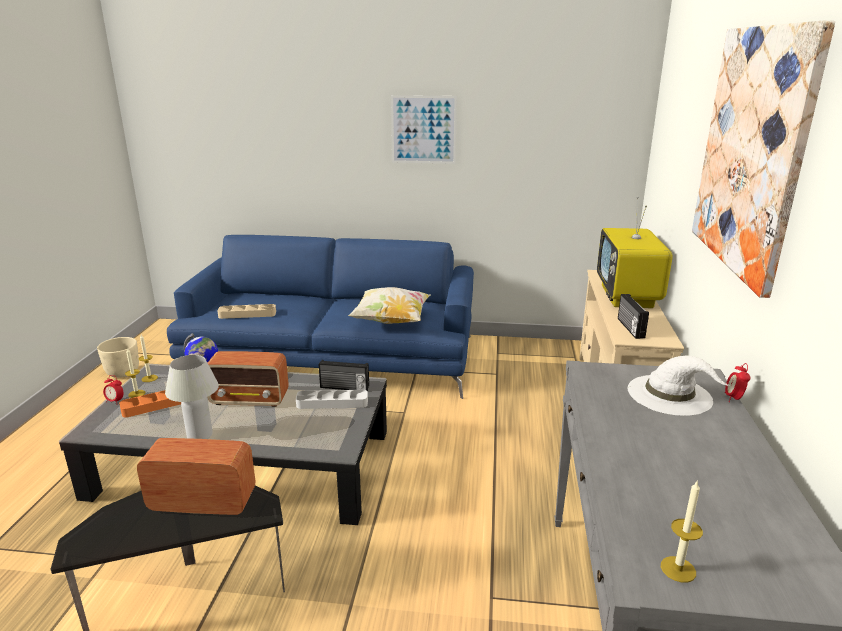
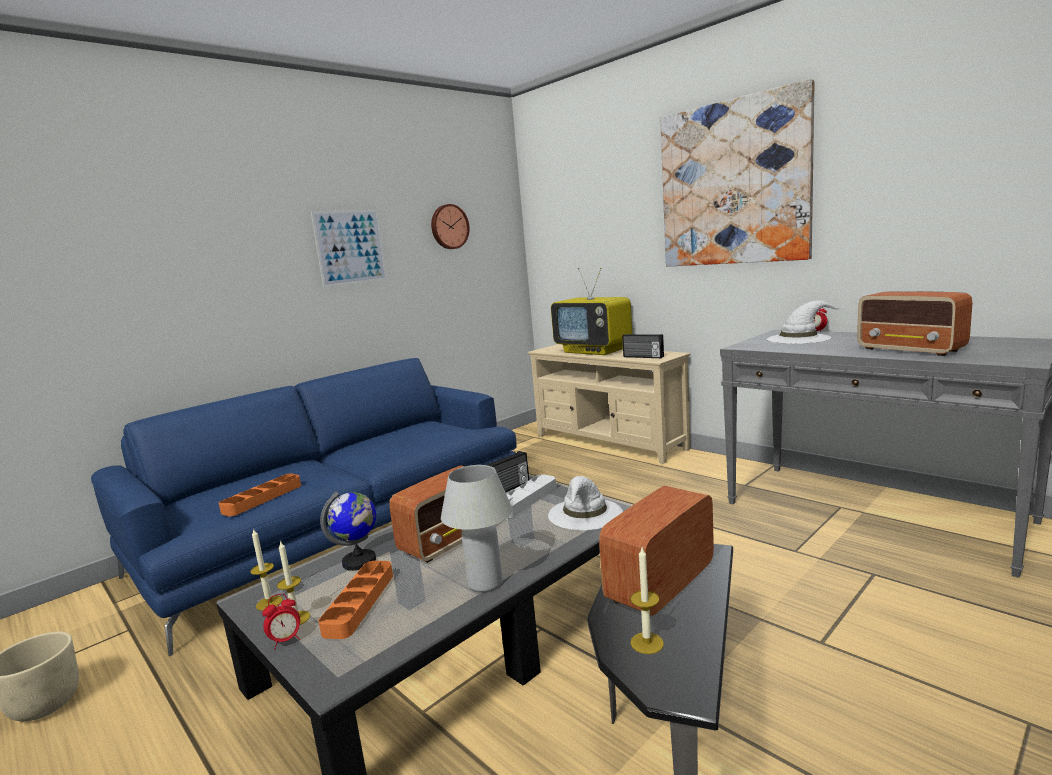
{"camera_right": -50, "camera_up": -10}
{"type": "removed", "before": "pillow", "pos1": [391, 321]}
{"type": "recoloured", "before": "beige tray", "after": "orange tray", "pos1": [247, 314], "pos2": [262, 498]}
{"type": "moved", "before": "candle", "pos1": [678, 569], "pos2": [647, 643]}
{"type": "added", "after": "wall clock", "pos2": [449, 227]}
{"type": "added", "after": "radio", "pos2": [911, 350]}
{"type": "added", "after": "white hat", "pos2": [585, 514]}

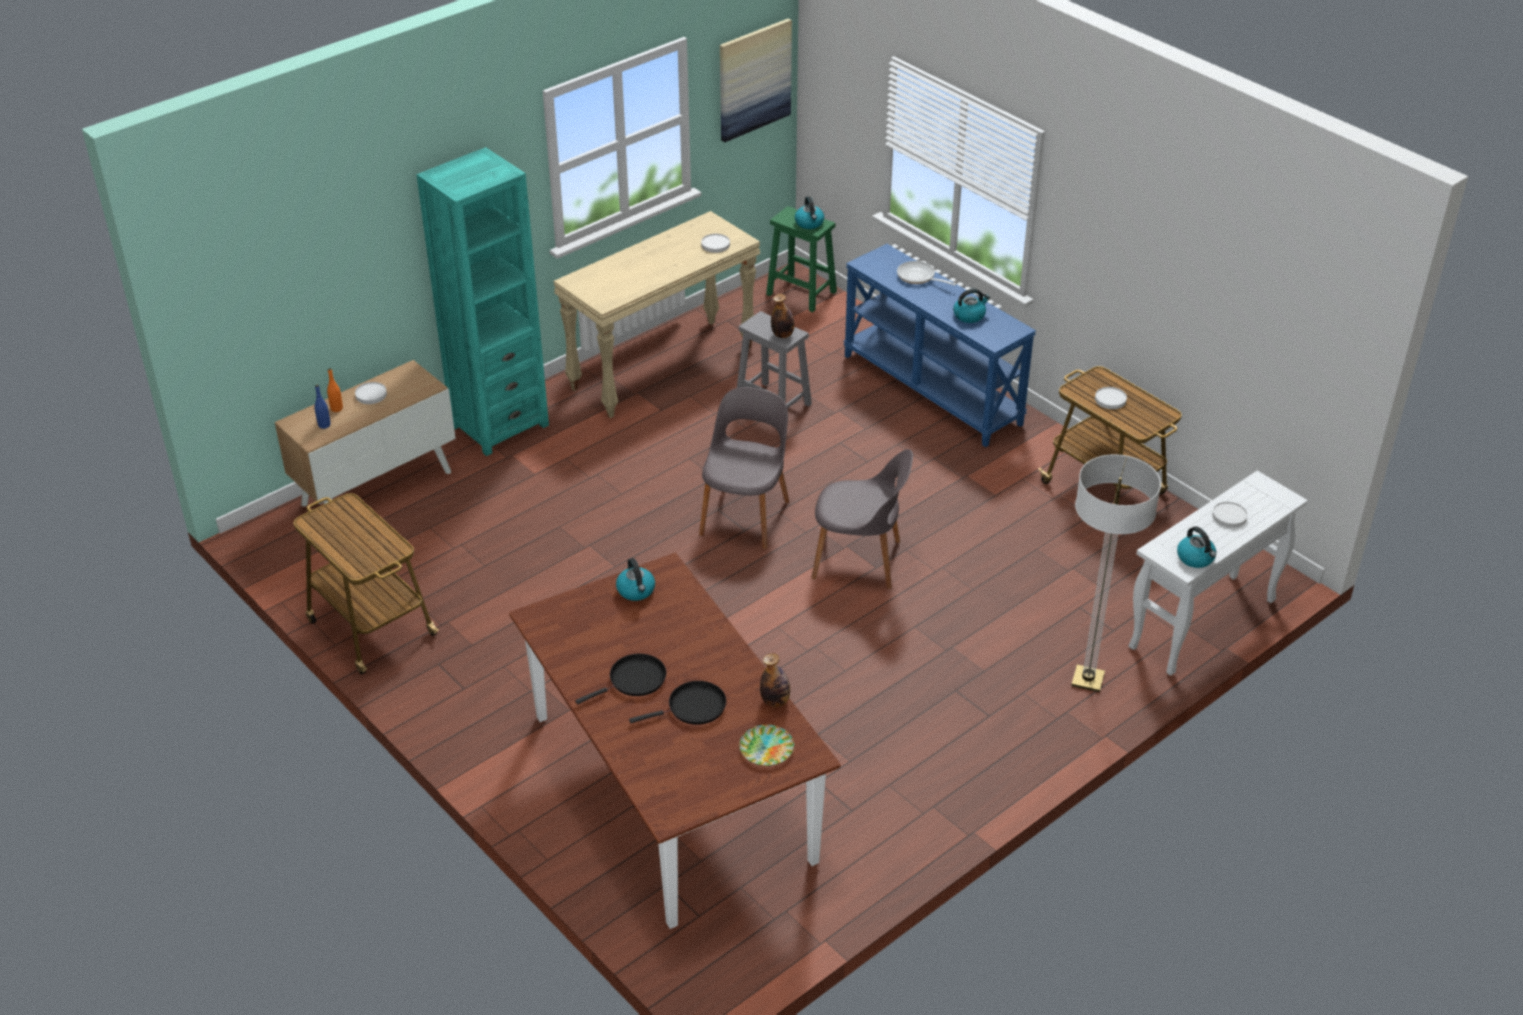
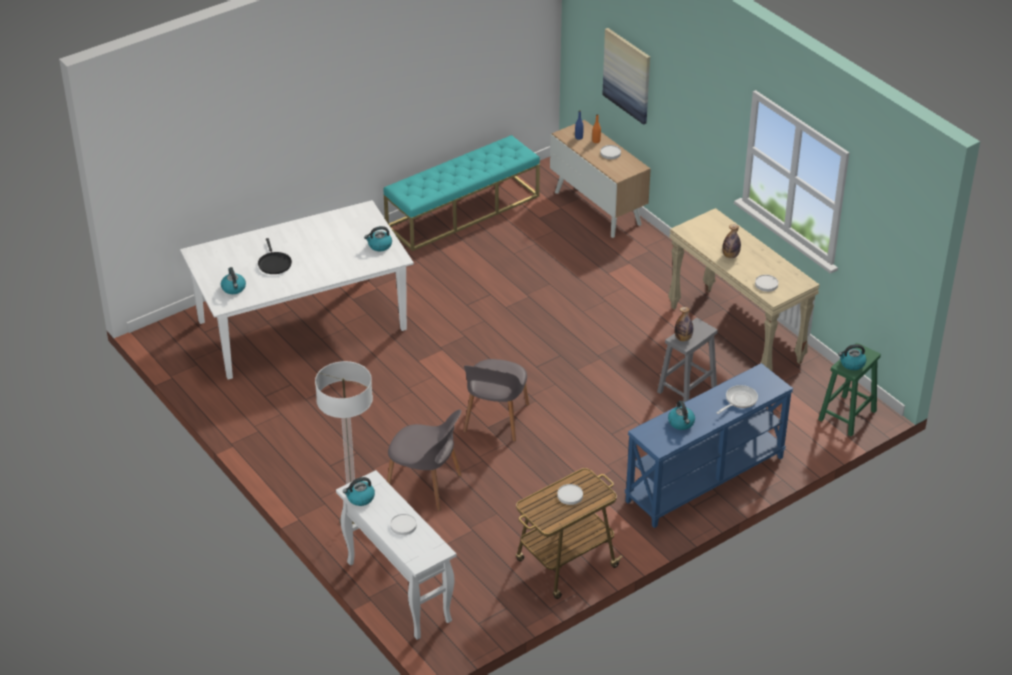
{"camera_right": 95, "camera_up": 0}
{"type": "moved", "before": "picture", "pos1": [754, 79], "pos2": [627, 75]}
{"type": "removed", "before": "turquoise bookcase", "pos1": [499, 425]}
{"type": "moved", "before": "grey chair", "pos1": [745, 516], "pos2": [425, 486]}
{"type": "replaced", "before": "cart", "after": "turquoise bench", "pos1": [370, 626], "pos2": [463, 211]}
{"type": "recoloured", "before": "brown dining table", "after": "white dining table", "pos1": [673, 787], "pos2": [302, 326]}
{"type": "moved", "before": "bottle", "pos1": [775, 701], "pos2": [730, 256]}
{"type": "removed", "before": "black frying pan", "pos1": [634, 680]}
{"type": "replaced", "before": "plate", "after": "kettle", "pos1": [766, 748], "pos2": [234, 288]}

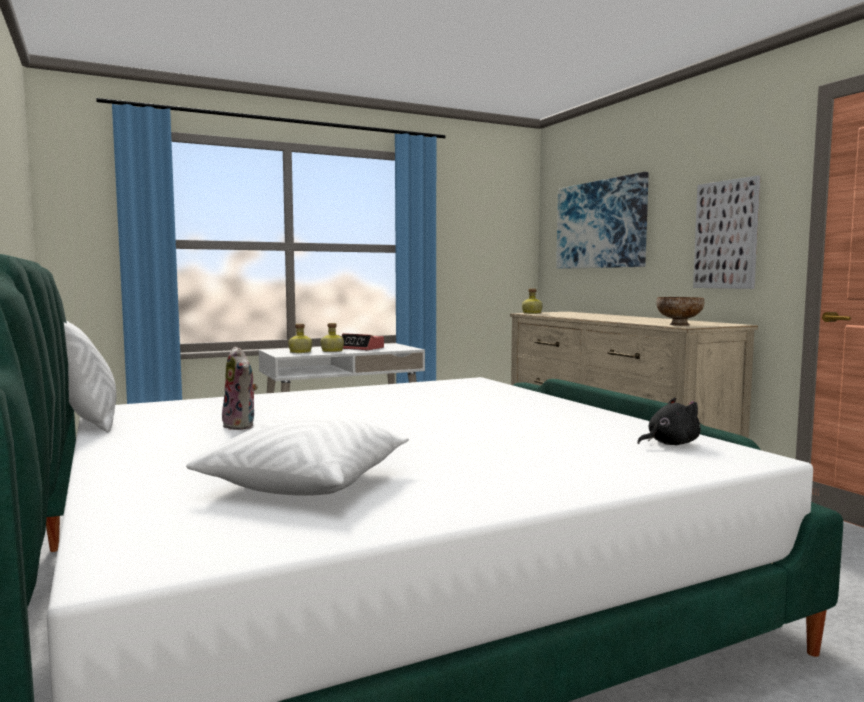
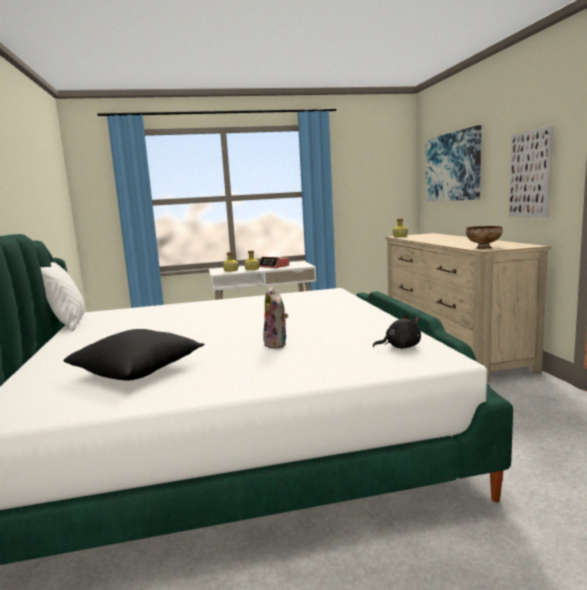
{"camera_right": 15, "camera_up": 5}
{"type": "moved", "before": "plush toy", "pos1": [242, 426], "pos2": [277, 344]}
{"type": "recoloured", "before": "white pillow", "after": "black pillow", "pos1": [306, 482], "pos2": [138, 370]}

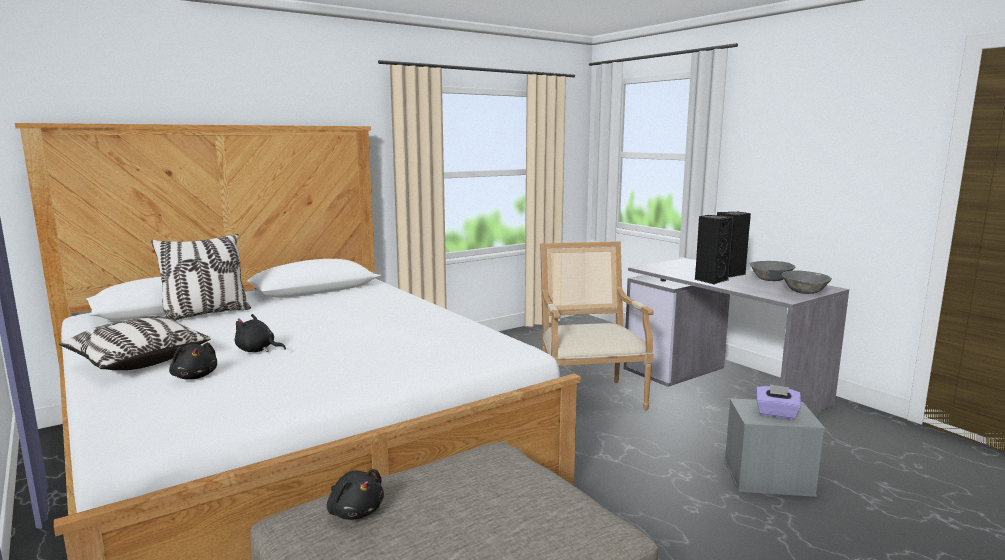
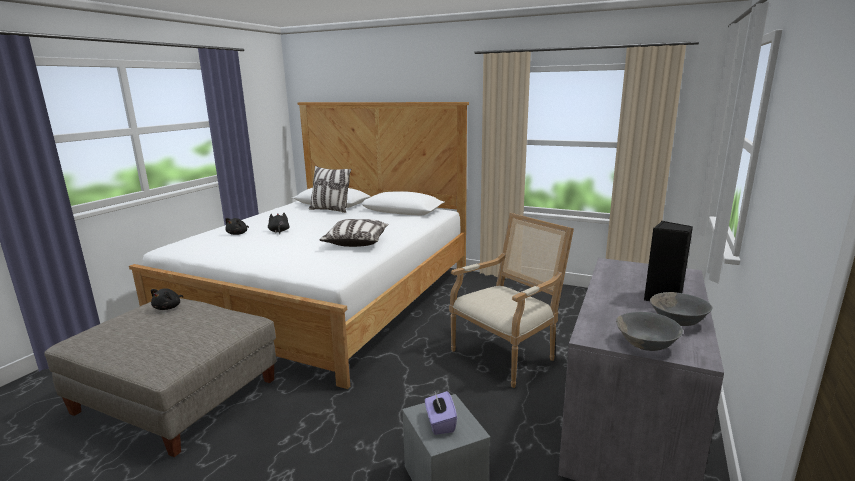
{"camera_right": 60, "camera_up": 5}
{"type": "removed", "before": "black speaker", "pos1": [710, 280]}
{"type": "moved", "before": "pillow", "pos1": [137, 360], "pos2": [356, 242]}

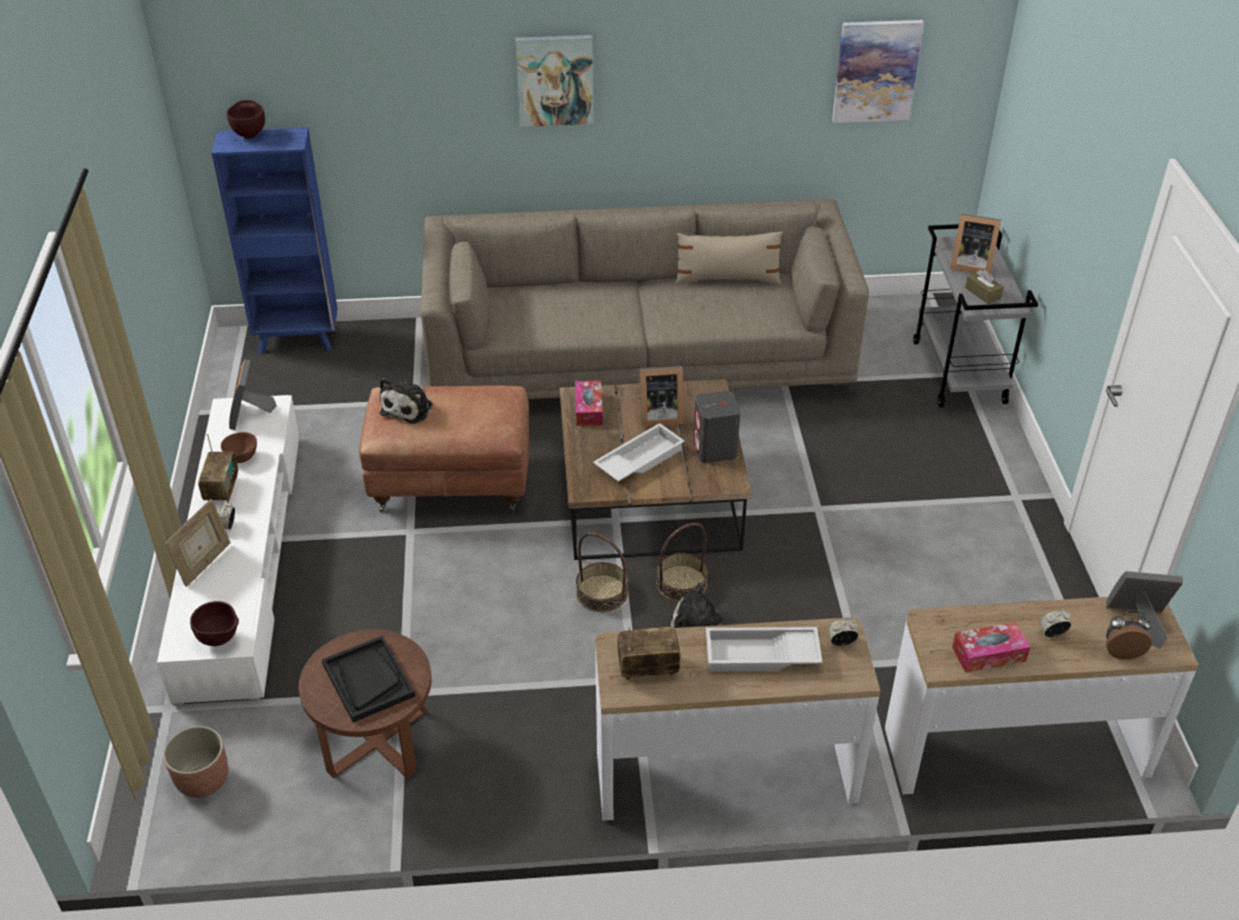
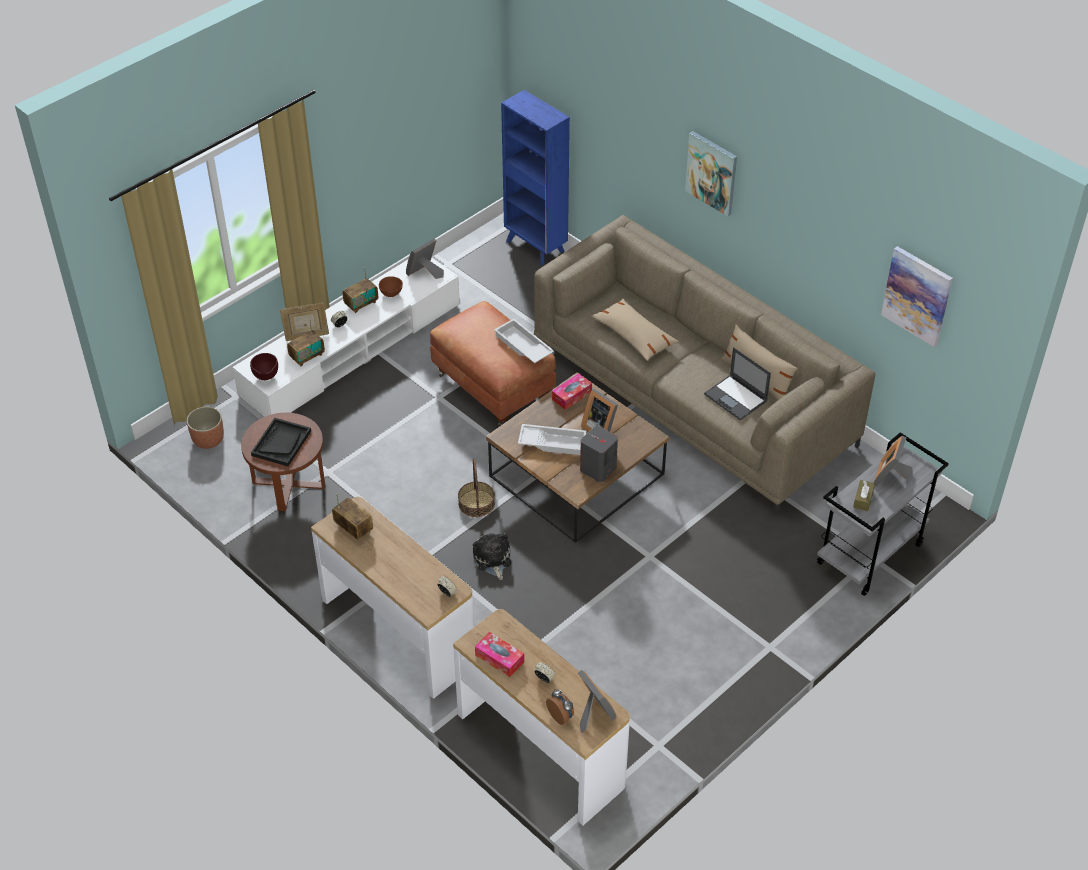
{"camera_right": 50, "camera_up": 5}
{"type": "removed", "before": "brown bowl", "pos1": [249, 134]}
{"type": "turned", "before": "picture frame", "pos1": [969, 264], "pos2": [890, 476], "turn": 45}
{"type": "removed", "before": "plush toy", "pos1": [409, 408]}
{"type": "removed", "before": "basket", "pos1": [681, 583]}
{"type": "moved", "before": "white tray", "pos1": [761, 656], "pos2": [522, 346]}
{"type": "added", "after": "beige pillow", "pos2": [634, 336]}
{"type": "added", "after": "radio", "pos2": [307, 356]}
{"type": "added", "after": "laptop", "pos2": [736, 398]}

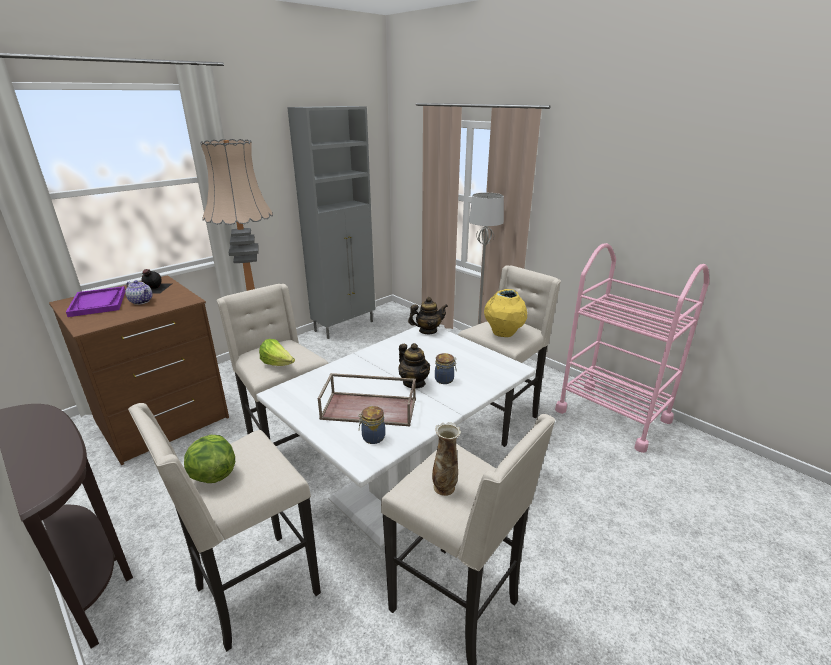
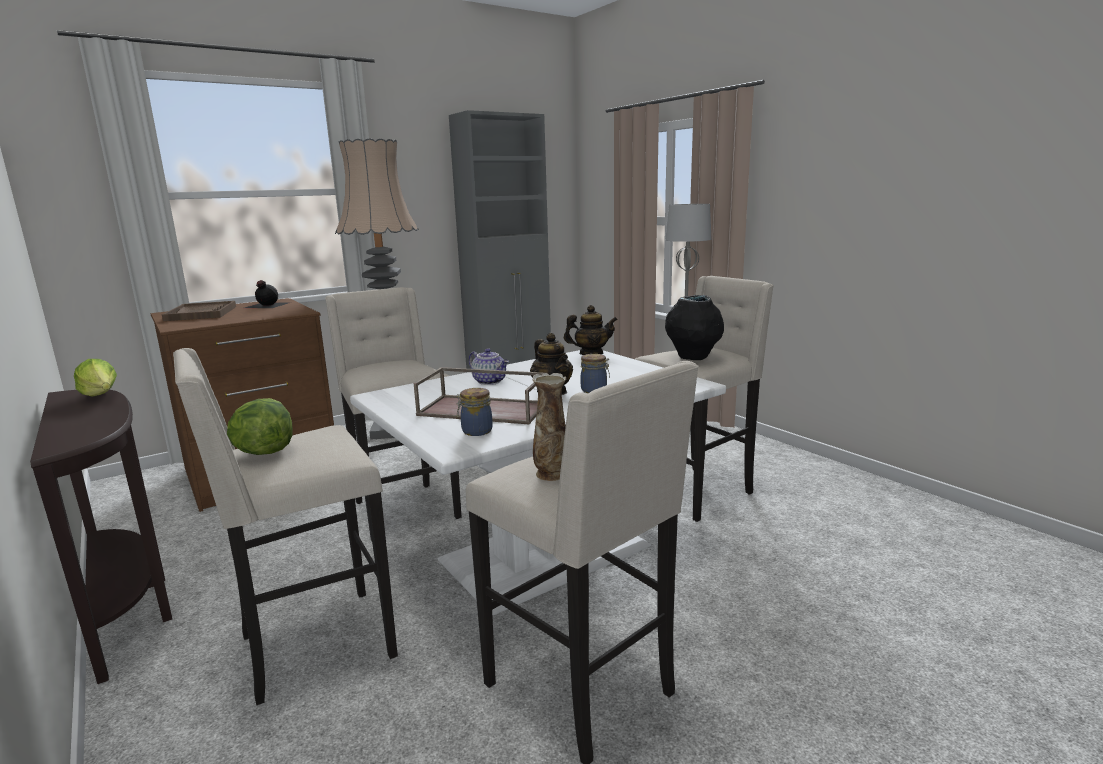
{"camera_right": 10, "camera_up": -10}
{"type": "removed", "before": "pink cart", "pos1": [612, 415]}
{"type": "moved", "before": "teapot", "pos1": [142, 301], "pos2": [490, 381]}
{"type": "recoloured", "before": "purple tray", "after": "brown tray", "pos1": [98, 303], "pos2": [201, 313]}
{"type": "recoloured", "before": "yellow vase", "after": "black vase", "pos1": [503, 334], "pos2": [693, 358]}
{"type": "moved", "before": "lettuce", "pos1": [278, 364], "pos2": [101, 397]}

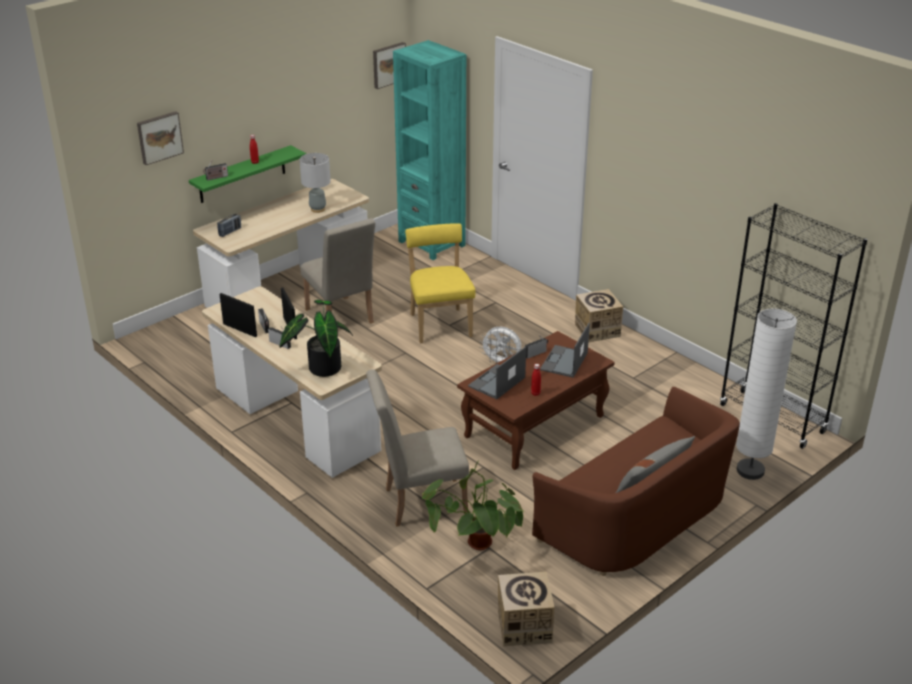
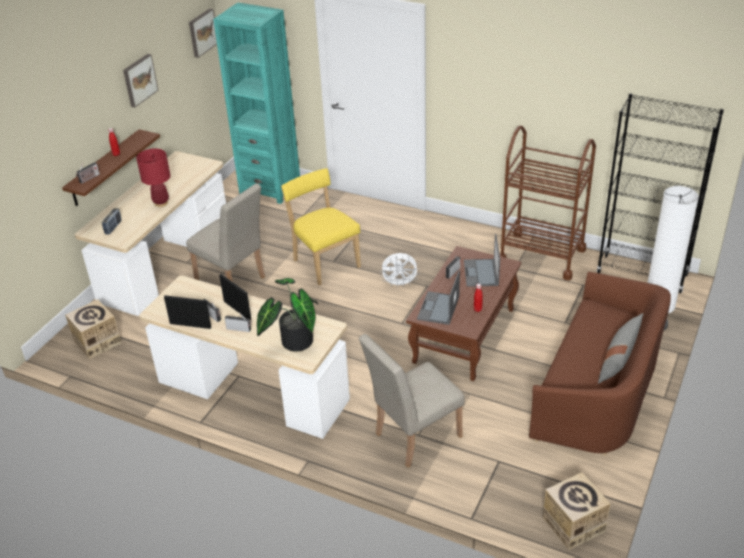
{"camera_right": -20, "camera_up": 5}
{"type": "moved", "before": "picture", "pos1": [159, 137], "pos2": [139, 80]}
{"type": "recoloured", "before": "green shelf", "after": "brown shelf", "pos1": [242, 174], "pos2": [105, 168]}
{"type": "removed", "before": "grey table lamp", "pos1": [317, 209]}
{"type": "moved", "before": "cardboard box", "pos1": [597, 330], "pos2": [97, 342]}
{"type": "removed", "before": "potted plant", "pos1": [475, 551]}
{"type": "added", "after": "brown cart", "pos2": [541, 255]}
{"type": "added", "after": "red table lamp", "pos2": [161, 203]}

